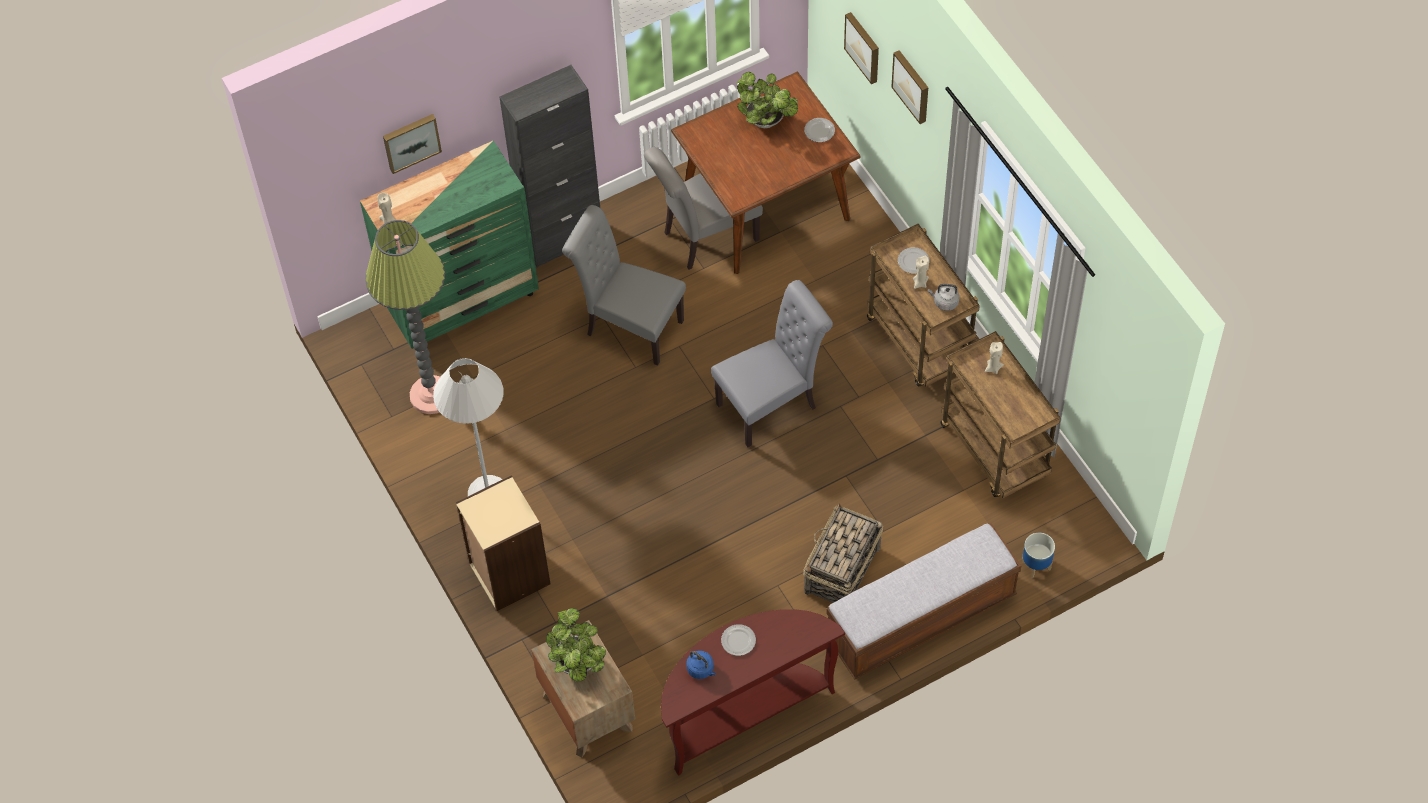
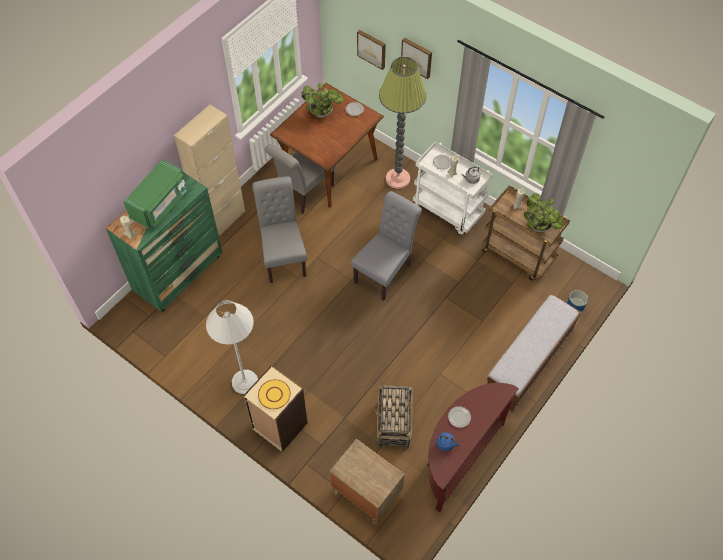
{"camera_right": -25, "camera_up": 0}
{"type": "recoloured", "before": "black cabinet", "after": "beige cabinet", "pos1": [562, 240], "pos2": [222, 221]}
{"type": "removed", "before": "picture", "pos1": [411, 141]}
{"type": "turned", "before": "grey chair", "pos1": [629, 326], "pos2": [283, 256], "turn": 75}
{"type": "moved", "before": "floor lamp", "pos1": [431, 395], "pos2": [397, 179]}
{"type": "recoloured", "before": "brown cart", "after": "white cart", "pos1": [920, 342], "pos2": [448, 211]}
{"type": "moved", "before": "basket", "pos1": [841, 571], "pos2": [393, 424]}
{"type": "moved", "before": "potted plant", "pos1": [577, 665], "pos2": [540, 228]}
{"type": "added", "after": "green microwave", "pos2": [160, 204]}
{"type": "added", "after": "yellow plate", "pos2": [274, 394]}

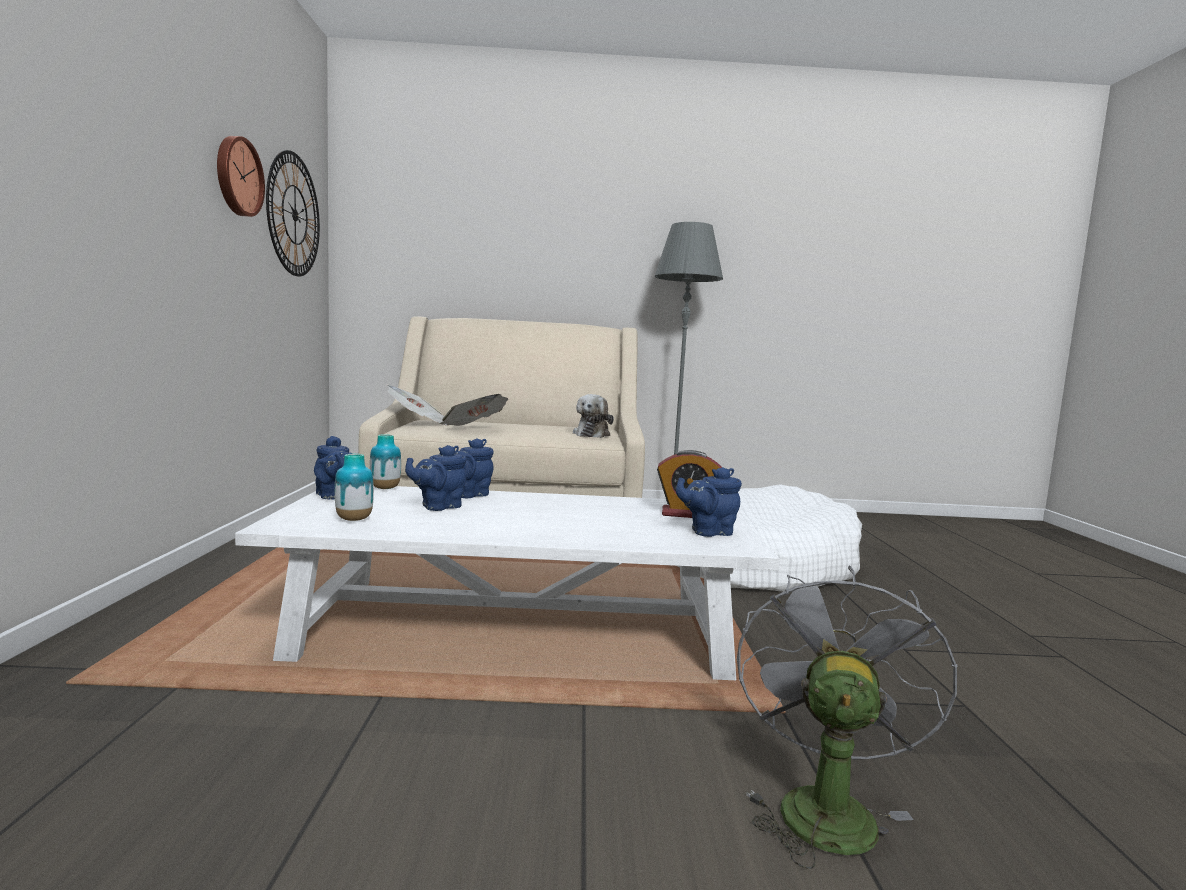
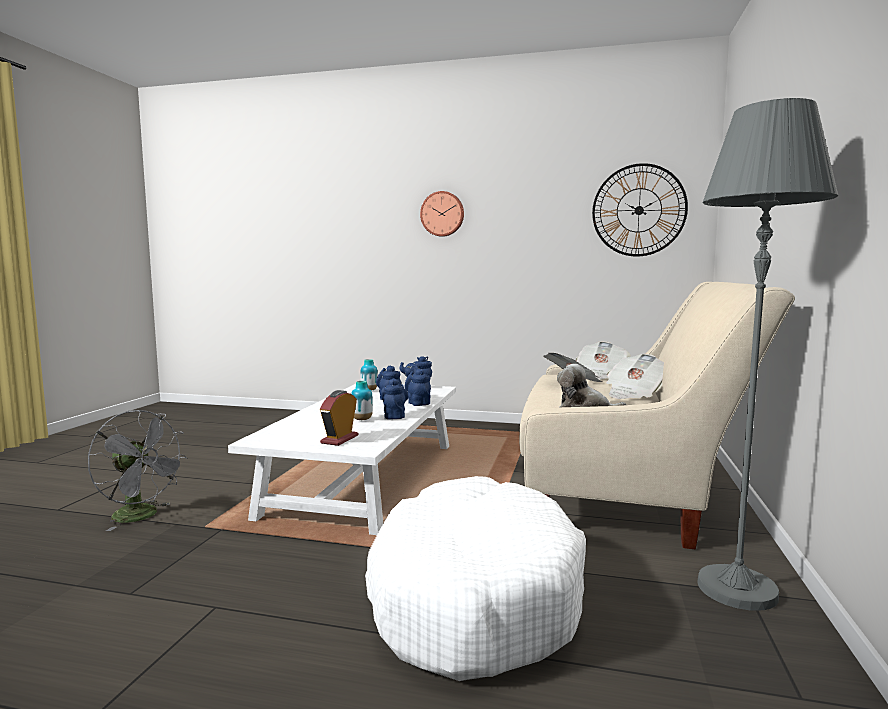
{"camera_right": 105, "camera_up": 0}
{"type": "moved", "before": "wall clock", "pos1": [237, 176], "pos2": [442, 214]}
{"type": "moved", "before": "vase", "pos1": [385, 488], "pos2": [362, 419]}
{"type": "moved", "before": "blue teapot", "pos1": [708, 532], "pos2": [394, 416]}
{"type": "added", "after": "newspaper", "pos2": [634, 394]}

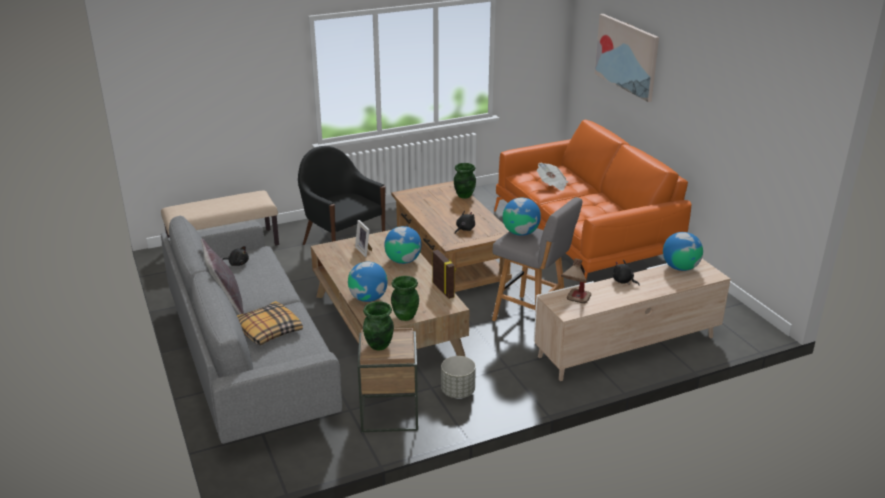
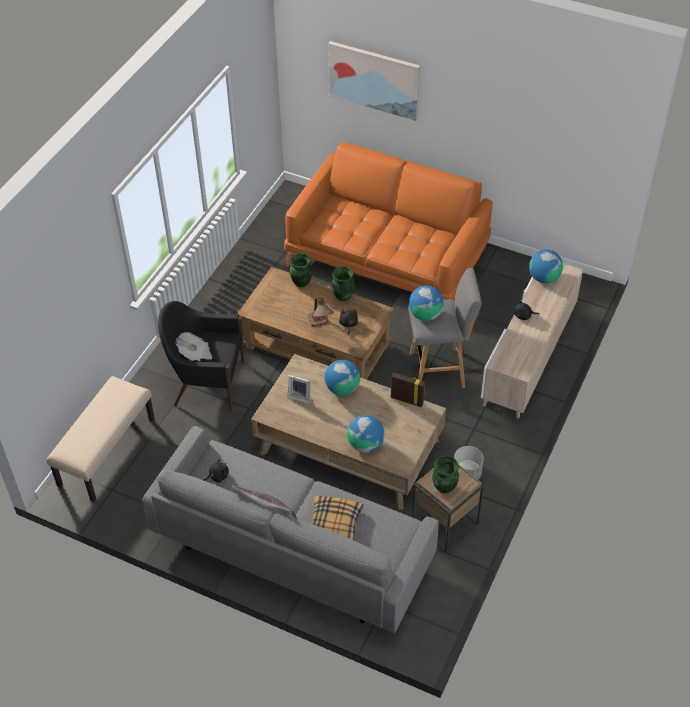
{"camera_right": -40, "camera_up": 20}
{"type": "moved", "before": "newspaper", "pos1": [552, 184], "pos2": [195, 354]}
{"type": "moved", "before": "table lamp", "pos1": [575, 303], "pos2": [321, 326]}
{"type": "moved", "before": "green vase", "pos1": [405, 316], "pos2": [343, 296]}

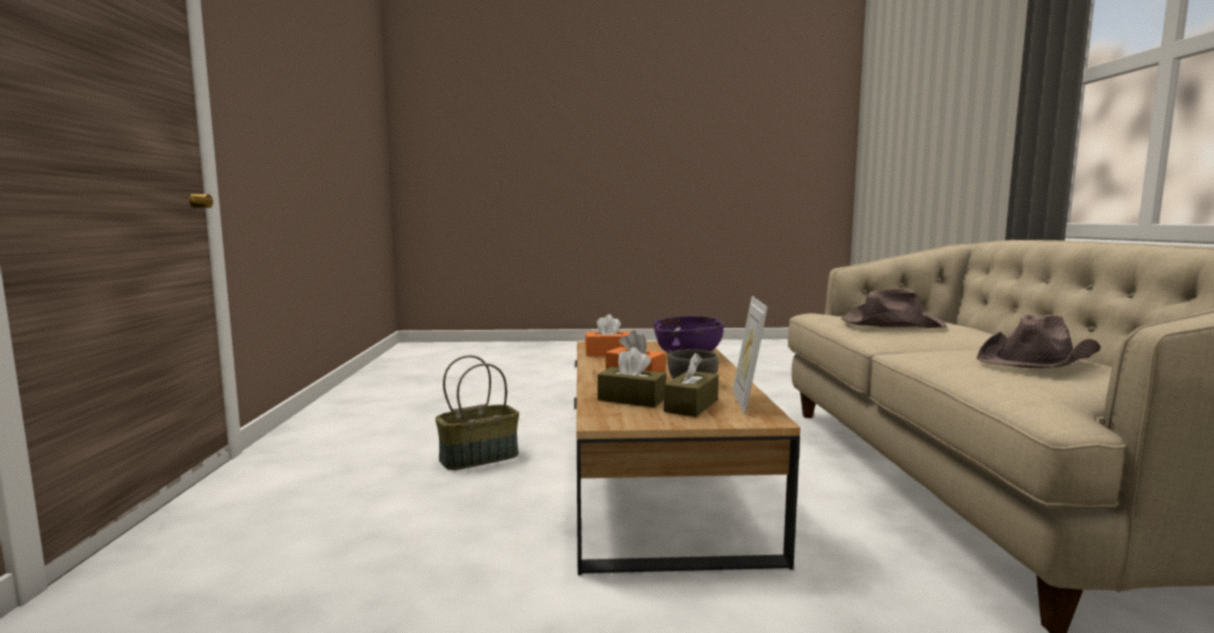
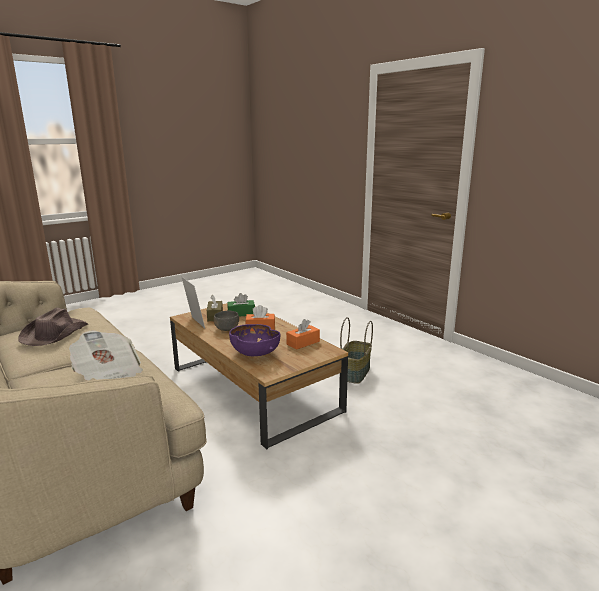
{"camera_right": 145, "camera_up": 10}
{"type": "replaced", "before": "brown hat", "after": "newspaper", "pos1": [890, 323], "pos2": [109, 376]}
{"type": "recoloured", "before": "brown tissue box", "after": "green tissue box", "pos1": [631, 399], "pos2": [241, 313]}

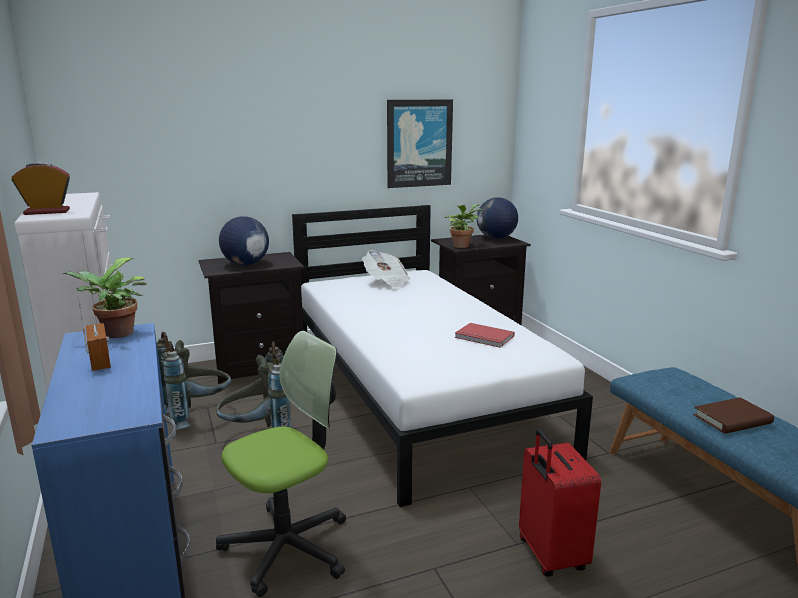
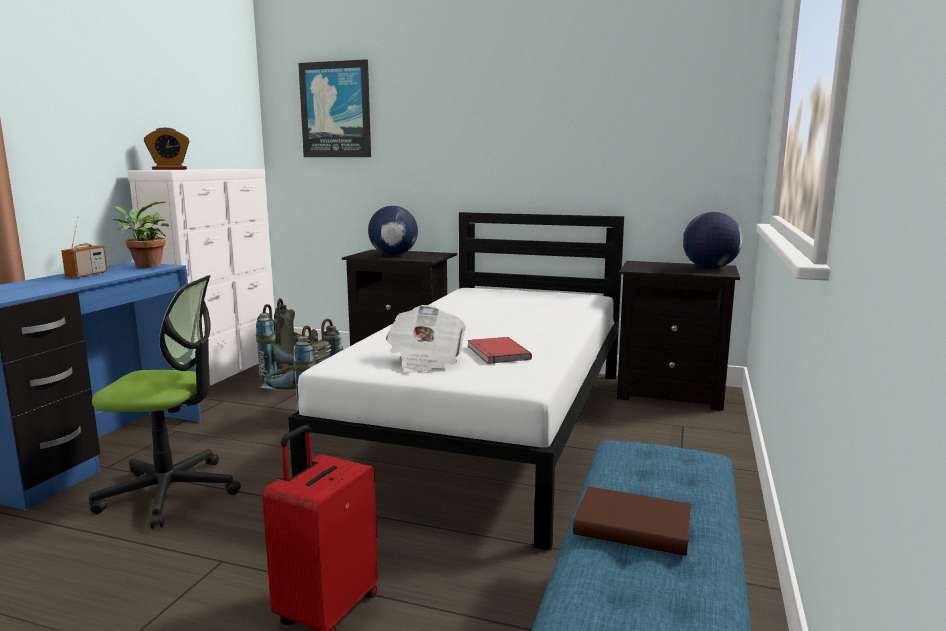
{"camera_right": 40, "camera_up": -5}
{"type": "moved", "before": "picture", "pos1": [419, 143], "pos2": [336, 110]}
{"type": "turned", "before": "alarm clock", "pos1": [47, 212], "pos2": [169, 169], "turn": 135}
{"type": "removed", "before": "potted plant", "pos1": [461, 245]}
{"type": "moved", "before": "newspaper", "pos1": [386, 281], "pos2": [425, 360]}

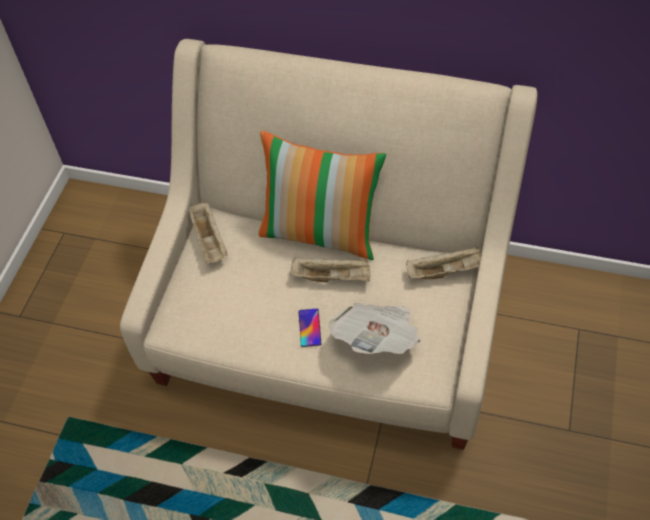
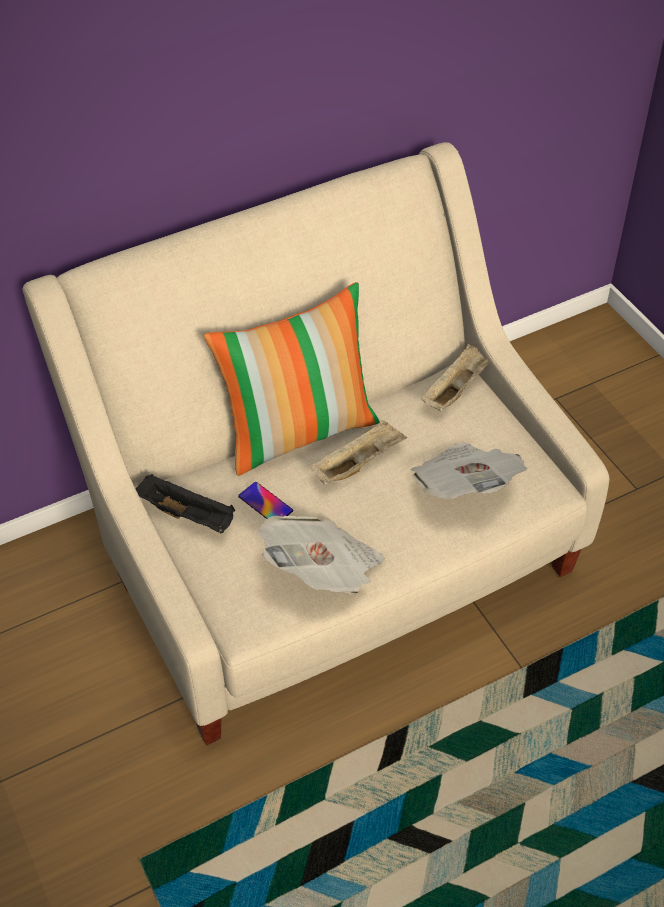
{"camera_right": -45, "camera_up": -5}
{"type": "recoloured", "before": "beige tray", "after": "black tray", "pos1": [209, 240], "pos2": [188, 515]}
{"type": "moved", "before": "phone", "pos1": [309, 327], "pos2": [265, 503]}
{"type": "added", "after": "newspaper", "pos2": [323, 571]}

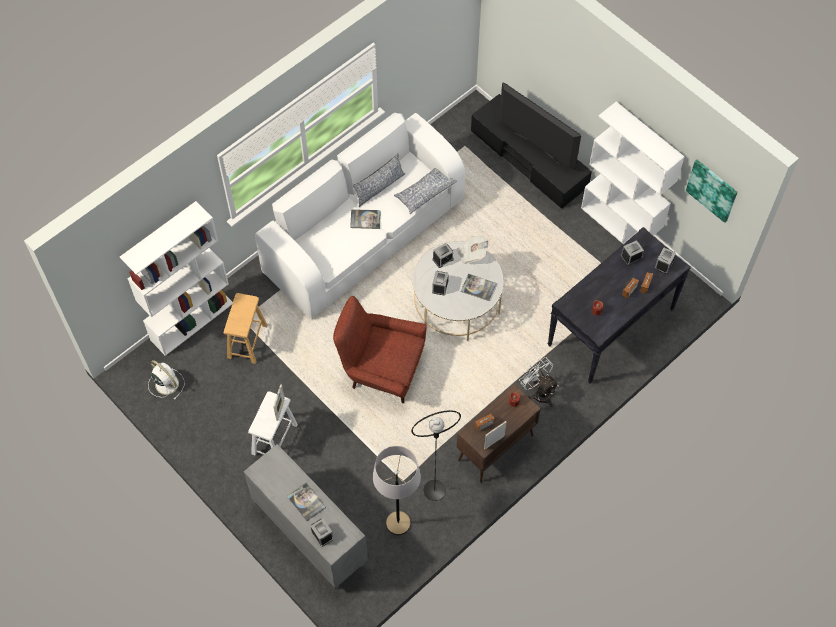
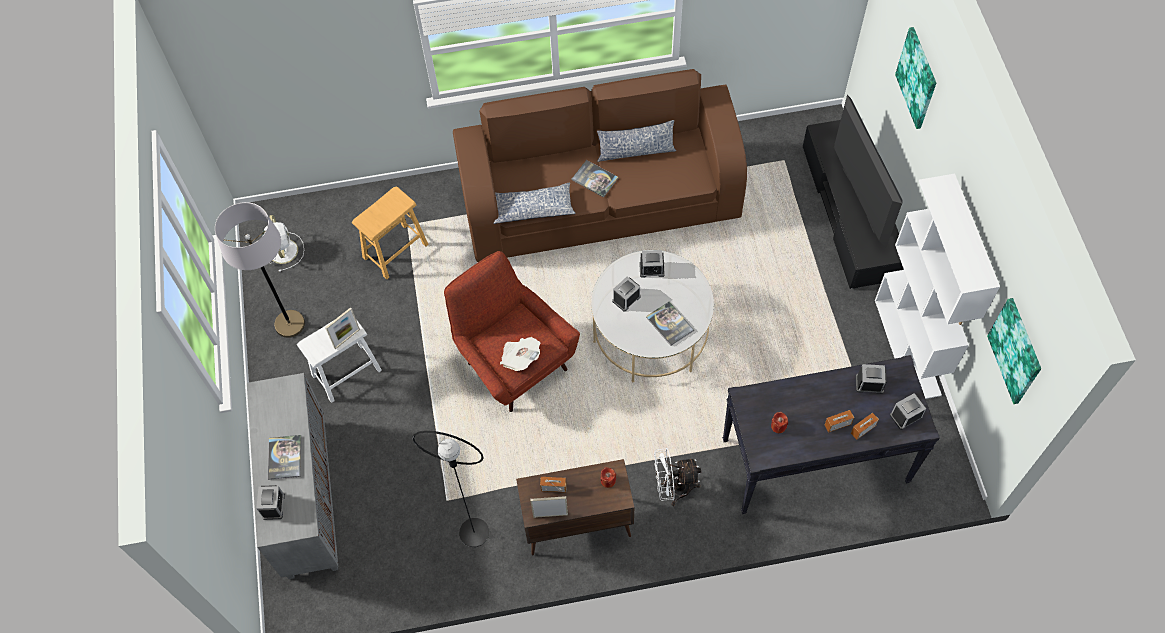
{"camera_right": 35, "camera_up": 0}
{"type": "recoloured", "before": "white sofa", "after": "brown sofa", "pos1": [364, 235], "pos2": [601, 202]}
{"type": "moved", "before": "pillow", "pos1": [424, 192], "pos2": [533, 208]}
{"type": "removed", "before": "white bookcase", "pos1": [192, 321]}
{"type": "moved", "before": "newspaper", "pos1": [472, 253], "pos2": [520, 358]}
{"type": "turned", "before": "white fan", "pos1": [538, 392], "pos2": [673, 489], "turn": -90}
{"type": "moved", "before": "grey floor lamp", "pos1": [398, 523], "pos2": [290, 324]}
{"type": "added", "after": "picture", "pos2": [917, 78]}

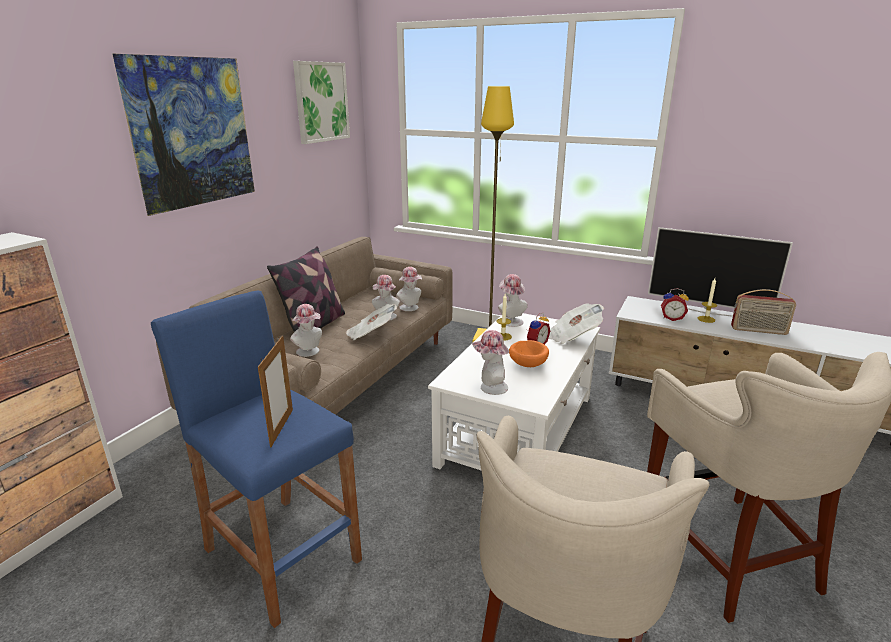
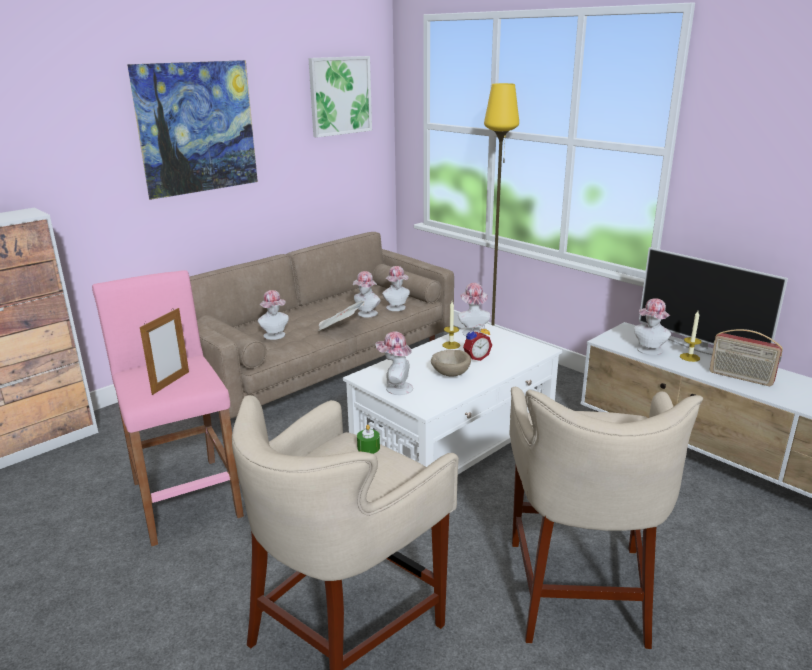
{"camera_right": 20, "camera_up": 0}
{"type": "removed", "before": "pillow", "pos1": [314, 326]}
{"type": "replaced", "before": "alarm clock", "after": "hat", "pos1": [672, 318], "pos2": [649, 351]}
{"type": "recoloured", "before": "blue stool", "after": "pink stool", "pos1": [281, 554], "pos2": [186, 498]}
{"type": "removed", "before": "newspaper", "pos1": [572, 337]}
{"type": "recoloured", "before": "orange bowl", "after": "beige bowl", "pos1": [527, 364], "pos2": [451, 373]}
{"type": "added", "after": "green candle", "pos2": [368, 448]}

